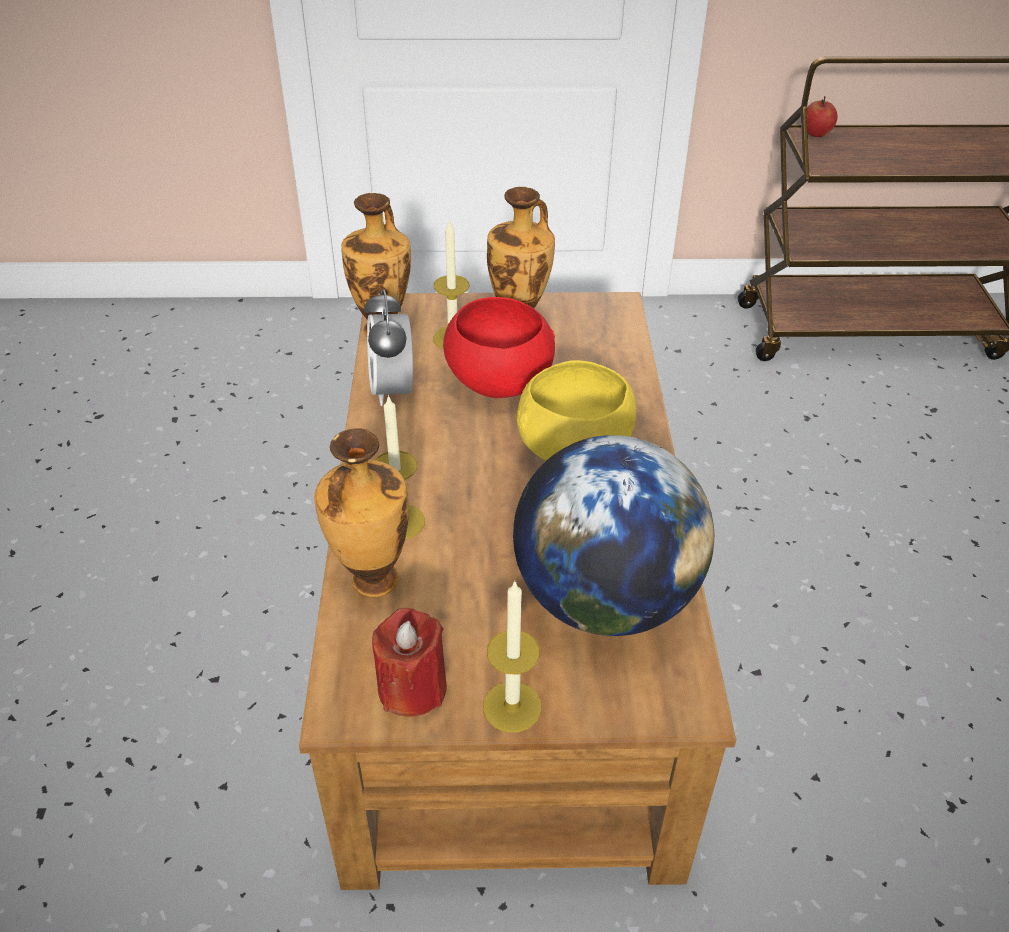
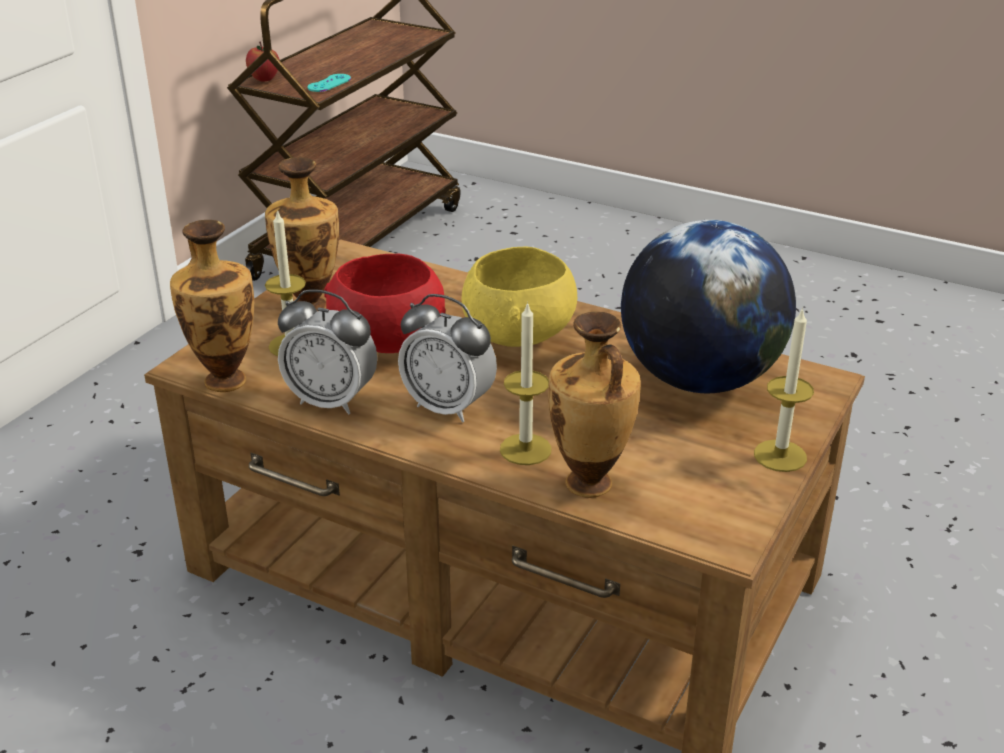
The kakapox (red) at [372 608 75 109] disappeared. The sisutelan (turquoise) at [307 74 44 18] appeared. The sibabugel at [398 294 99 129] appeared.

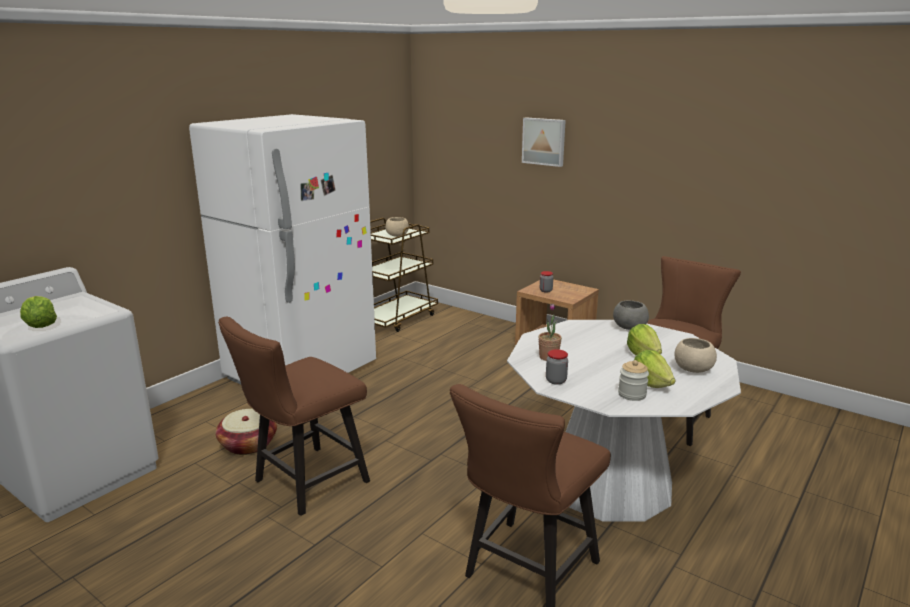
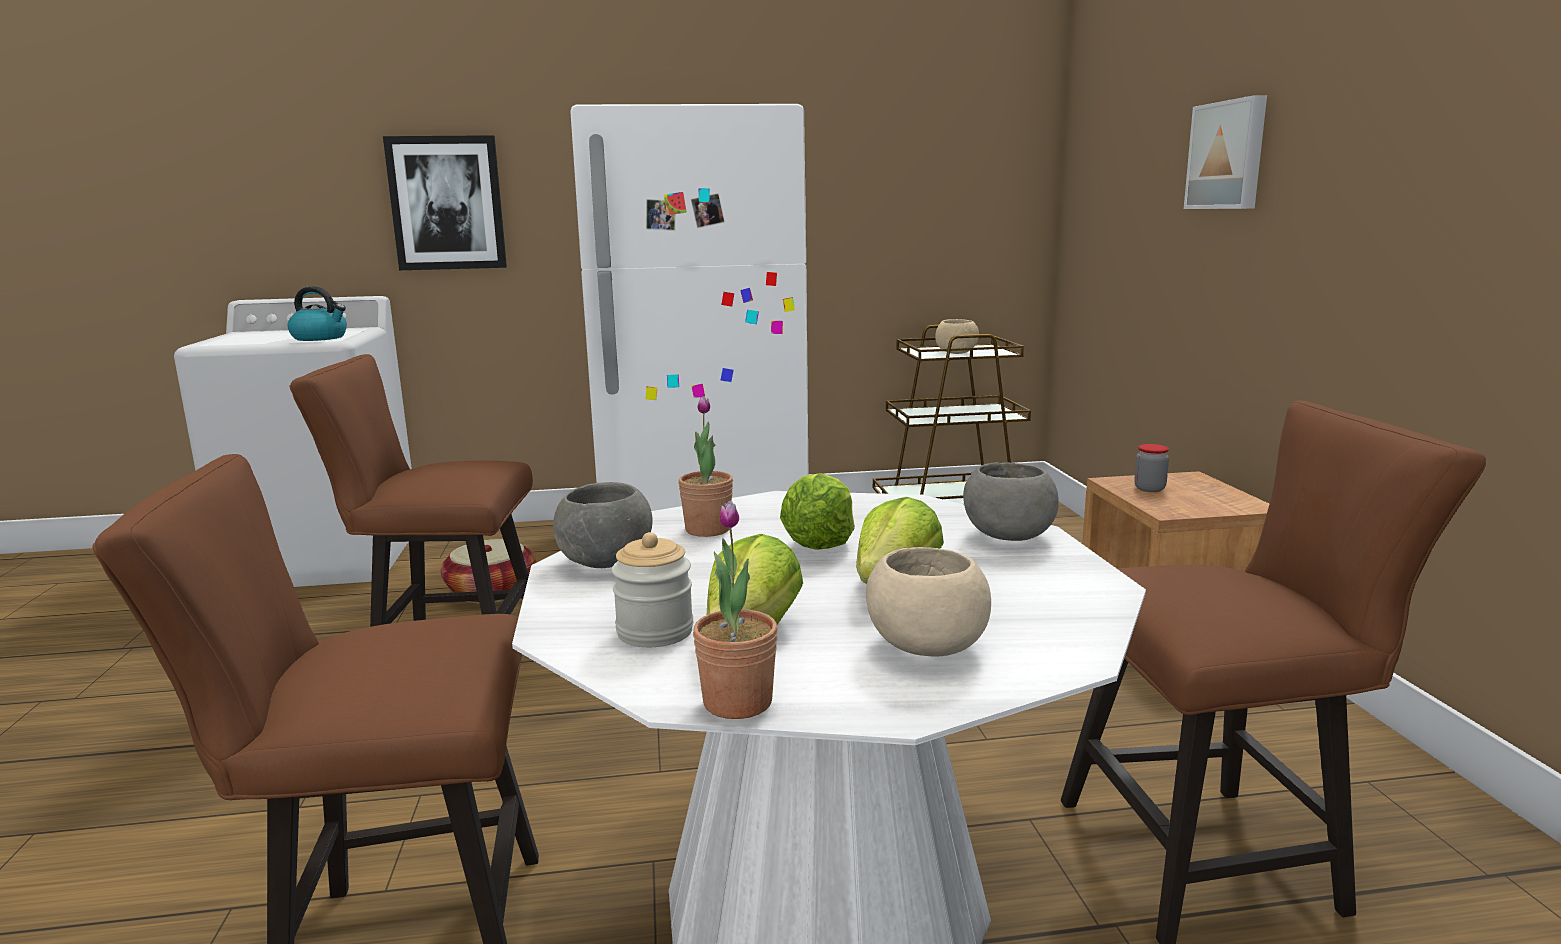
The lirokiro moved from [20 296 37 32] to [780 473 75 77]. The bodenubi at [546 349 22 36] was replaced by the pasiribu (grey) at [553 482 100 86]. The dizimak at [287 286 60 55] appeared. The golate at [383 135 124 135] appeared. The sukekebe at [693 501 85 218] appeared.

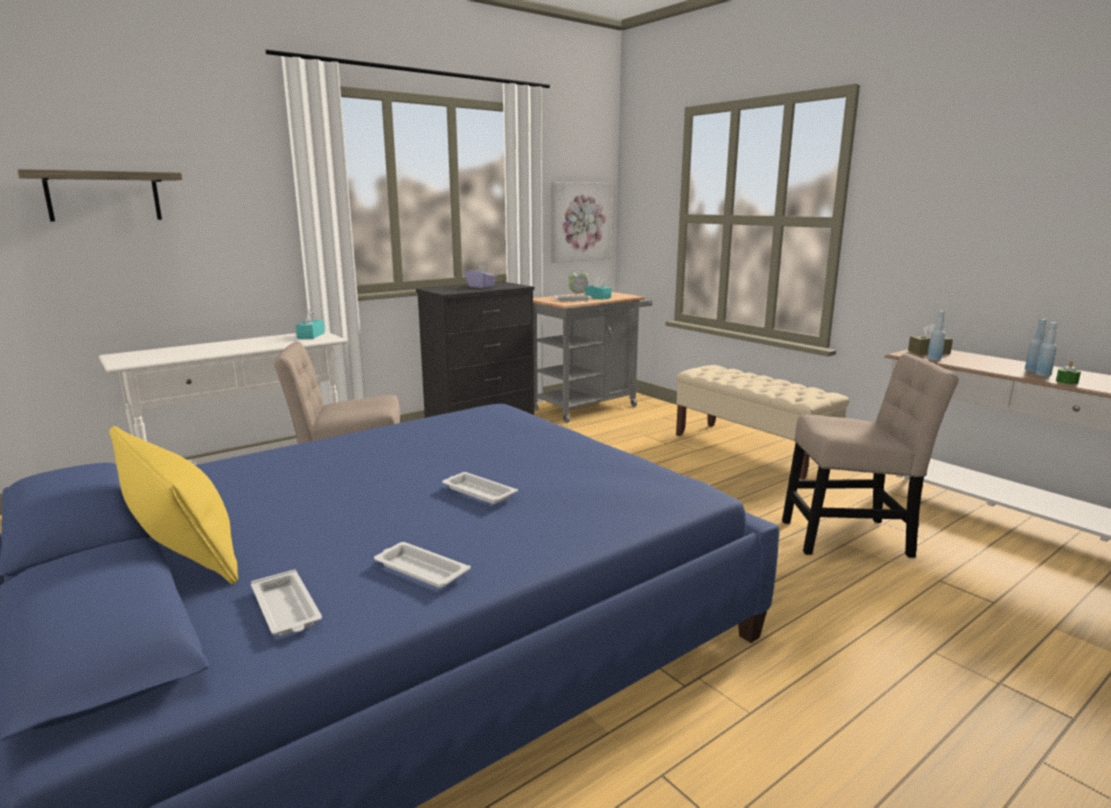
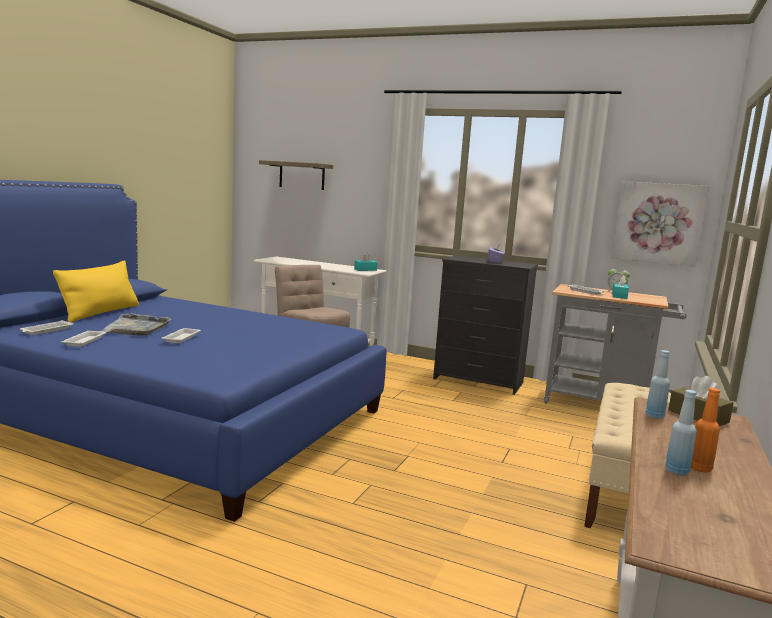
The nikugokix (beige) at [782 353 177 205] disappeared. The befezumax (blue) at [1025 319 22 53] became the befezumax (orange) at [691 388 29 84]. The kakapox (green) at [1056 360 25 24] disappeared. The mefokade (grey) at [101 313 71 23] appeared.

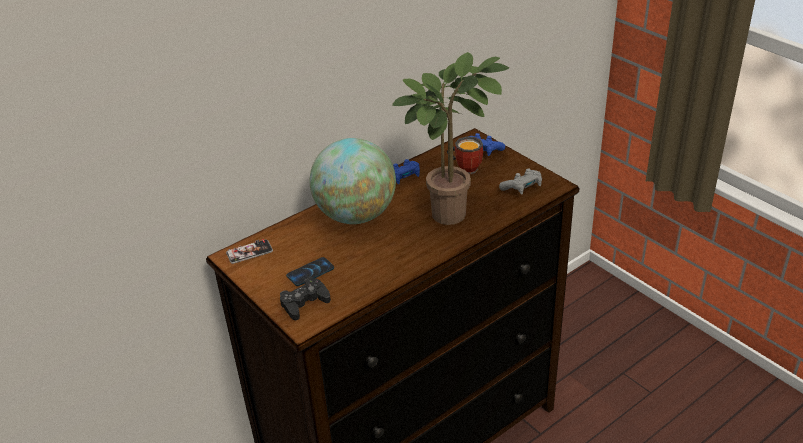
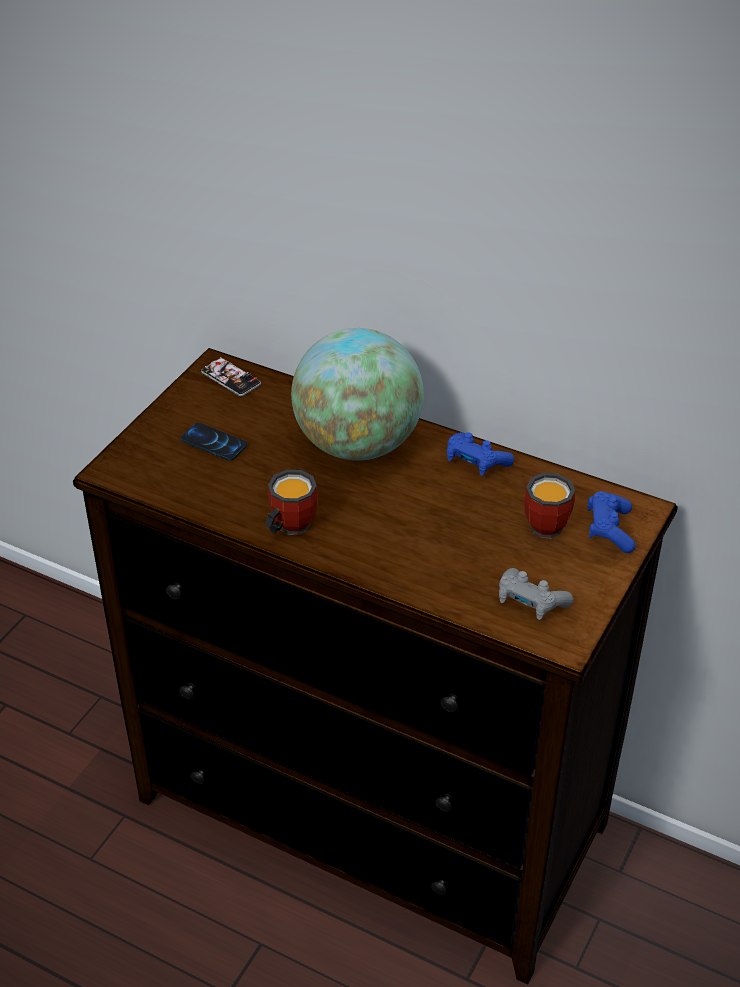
The sisutelan (black) at [280 277 51 43] disappeared. The sukekebe at [392 52 117 173] disappeared. The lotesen at [264 470 54 65] appeared.

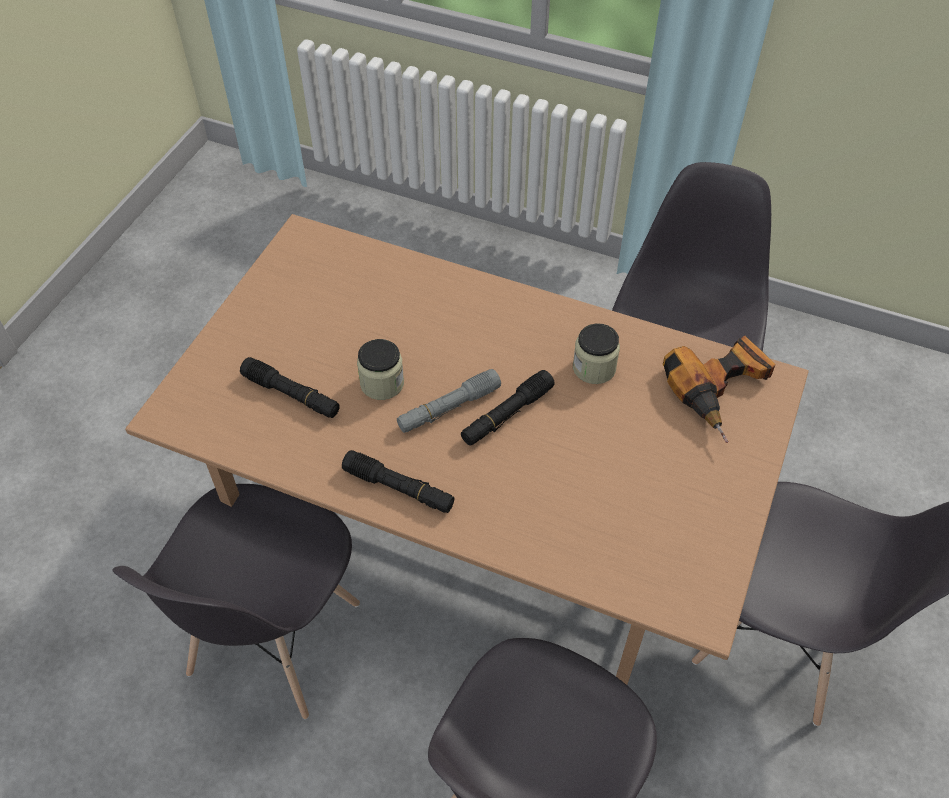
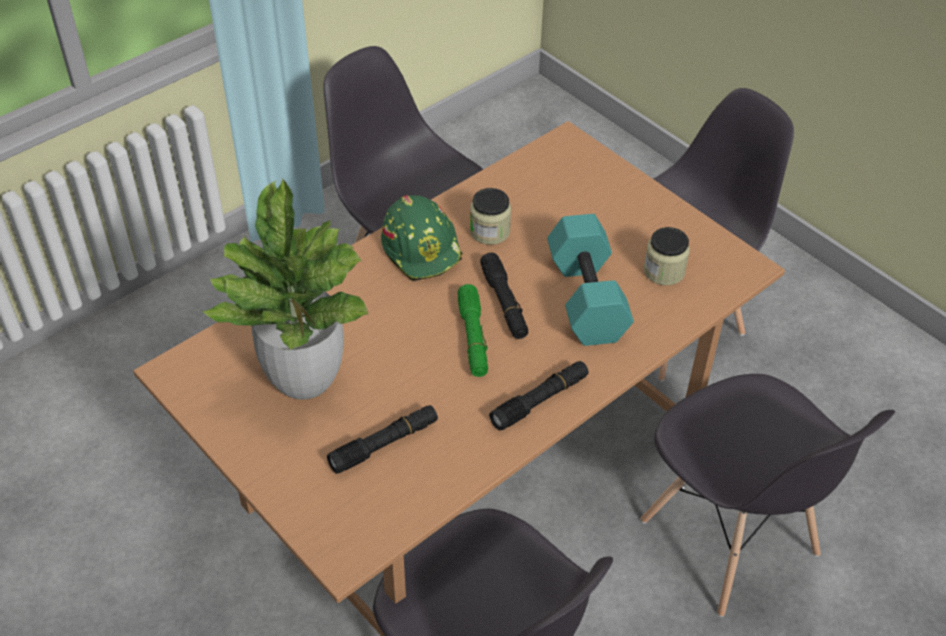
The bodenubi moved from [357 339 47 61] to [644 227 46 58]. The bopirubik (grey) at [397 369 104 64] became the bopirubik (green) at [458 284 30 93]. The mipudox at [663 336 113 107] disappeared. The sukekebe at [202 177 167 223] appeared. The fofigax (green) at [381 195 82 86] appeared. The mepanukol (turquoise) at [547 214 87 132] appeared.

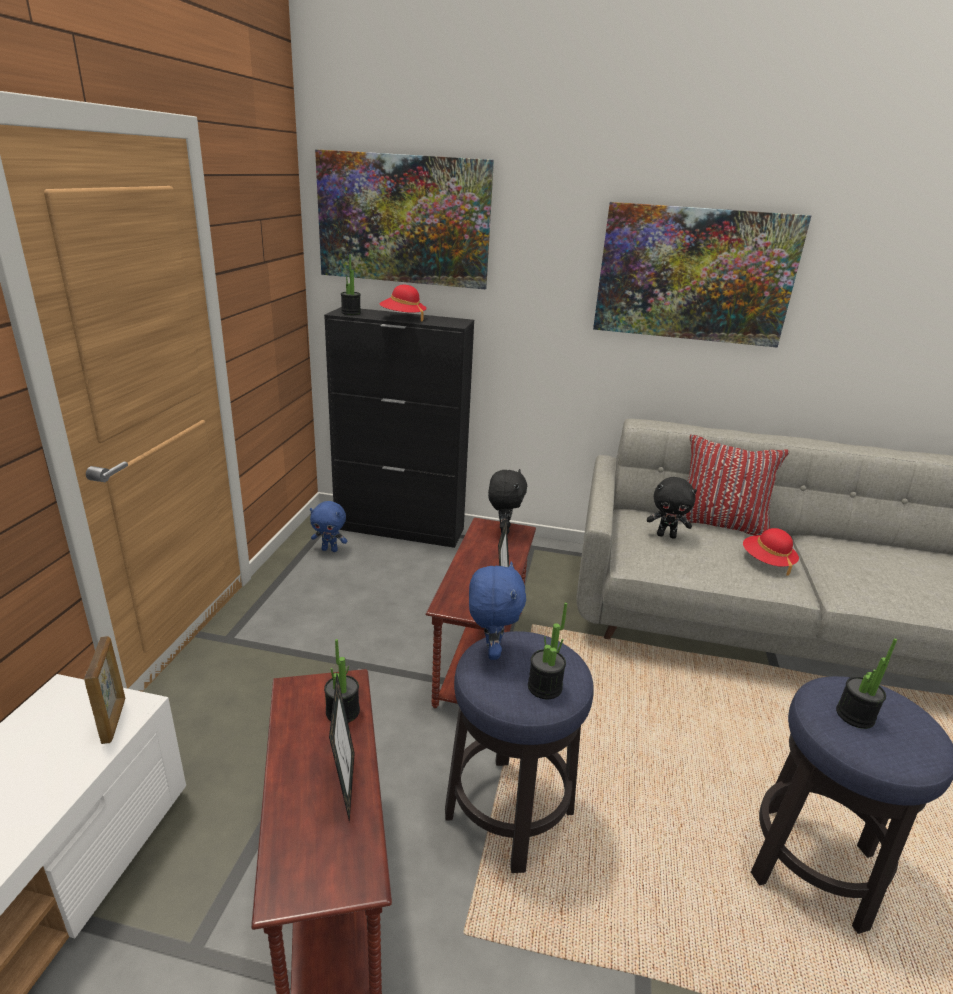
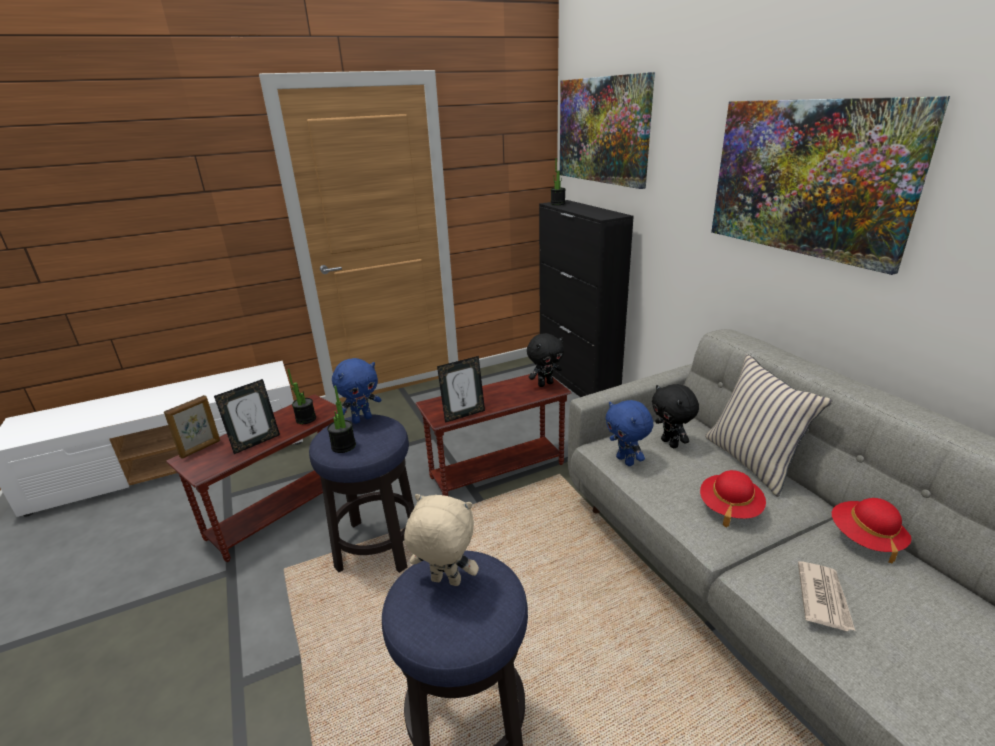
The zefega moved from [84 636 41 108] to [164 395 56 64]. The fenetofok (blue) moved from [310 501 37 51] to [605 400 48 66]. The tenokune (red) moved from [380 285 47 37] to [832 498 79 65]. The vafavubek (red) at [678 435 112 100] became the vafavubek (beige) at [705 354 127 143]. The sukekebe at [836 638 61 91] was replaced by the fenetofok (beige) at [404 494 75 92]. The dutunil at [798 561 57 70] appeared.

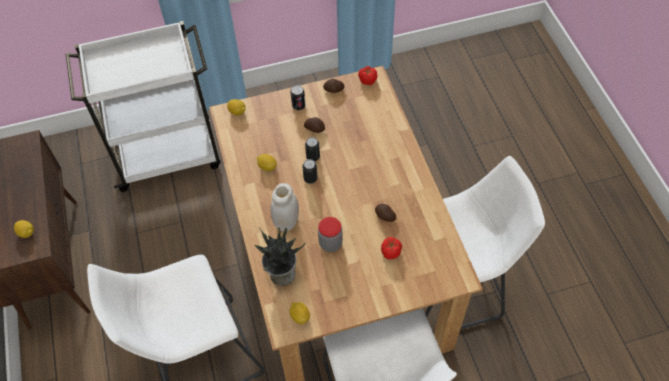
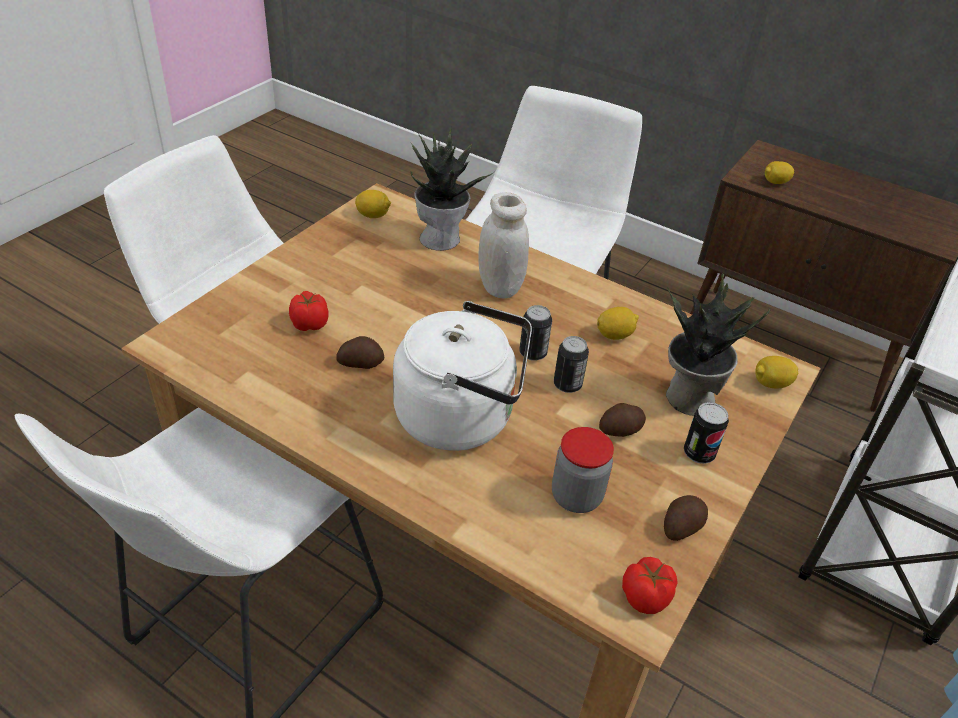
The bodenubi moved from [318 217 25 35] to [552 427 62 86]. The dizimak (white) at [393 301 139 150] appeared. The sukekebe at [666 273 104 143] appeared.

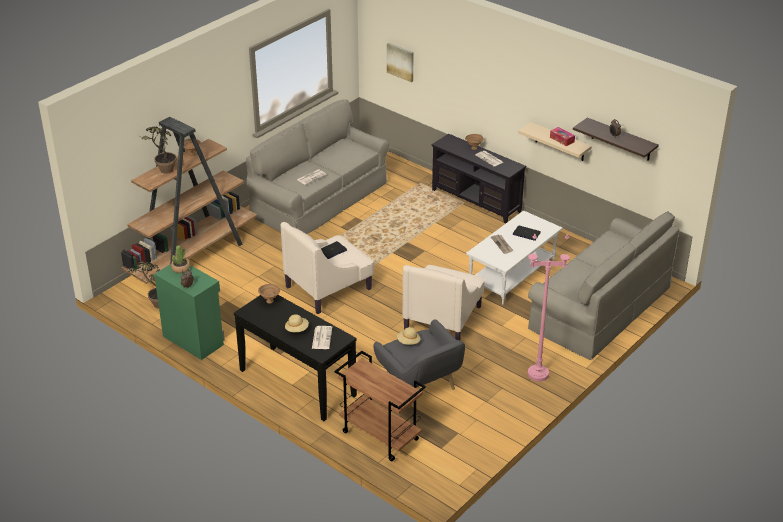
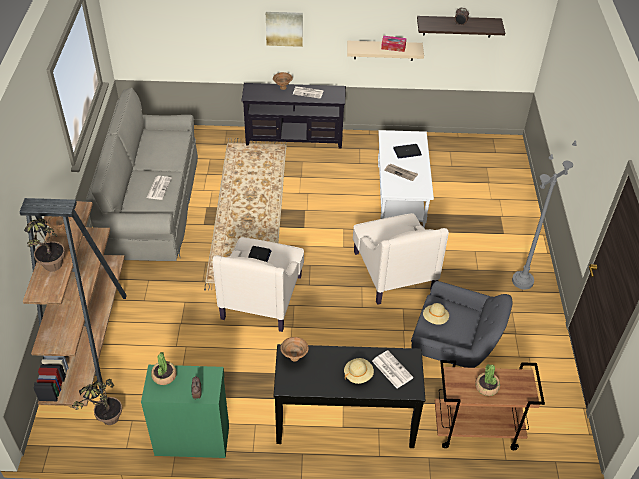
The golate moved from [387 43 27 39] to [266 12 37 35]. The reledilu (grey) at [528 211 152 149] disappeared. The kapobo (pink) at [528 234 42 148] became the kapobo (grey) at [512 141 65 149]. The sukekebe at [475 364 25 32] appeared.

